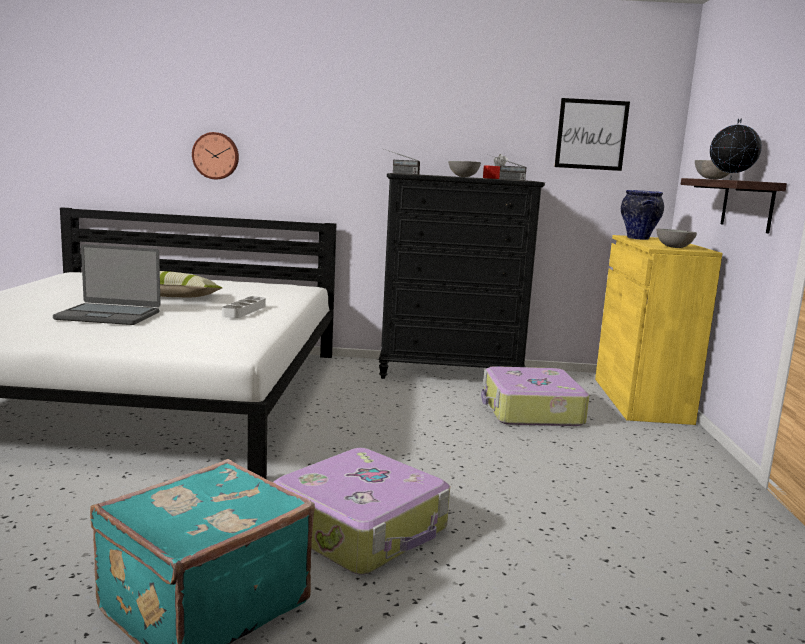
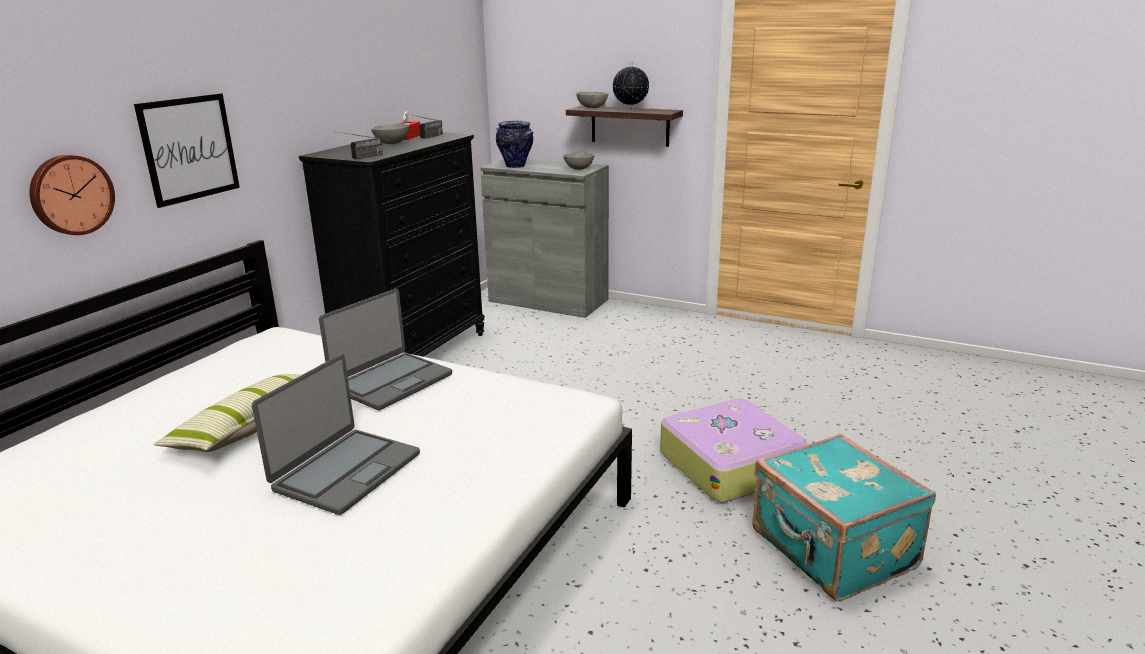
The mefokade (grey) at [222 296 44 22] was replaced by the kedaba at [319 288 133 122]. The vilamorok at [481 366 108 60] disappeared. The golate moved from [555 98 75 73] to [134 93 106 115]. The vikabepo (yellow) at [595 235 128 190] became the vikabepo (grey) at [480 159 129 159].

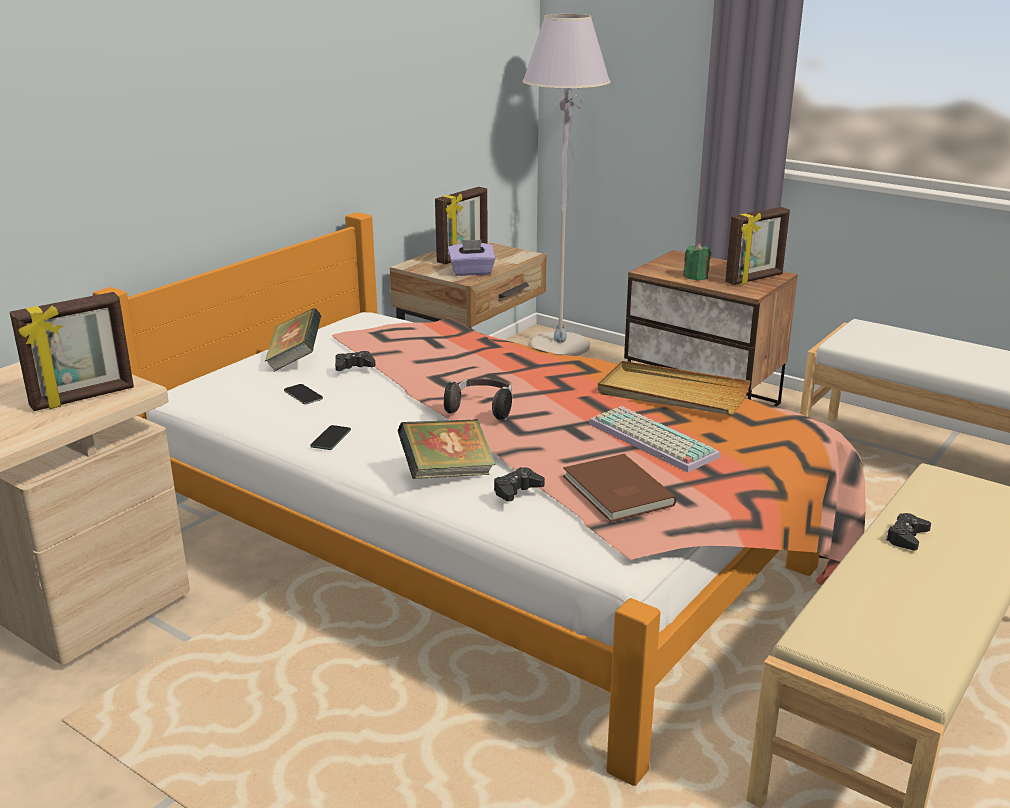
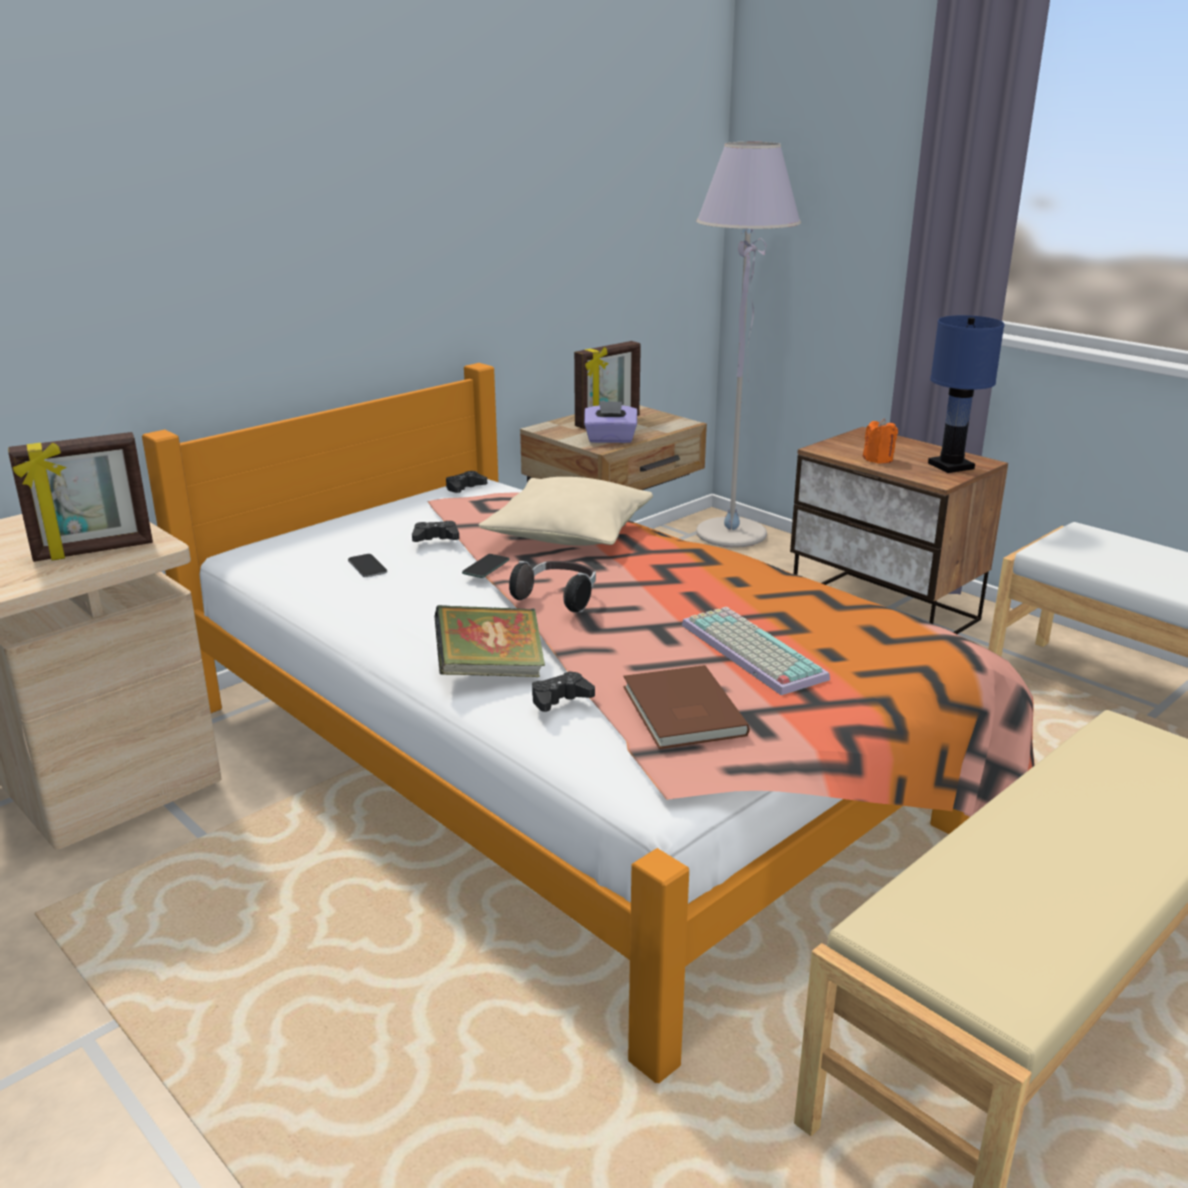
The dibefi at [265 308 56 64] disappeared. The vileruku moved from [310 425 41 25] to [462 554 47 24]. The mefokade (beige) at [598 361 152 54] disappeared. The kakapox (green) at [683 243 28 37] became the kakapox (orange) at [863 418 35 45]. The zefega at [725 207 65 78] was replaced by the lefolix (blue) at [928 315 77 158]. The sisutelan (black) moved from [886 513 45 37] to [446 471 41 22]. The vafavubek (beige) at [479 477 174 69] appeared.

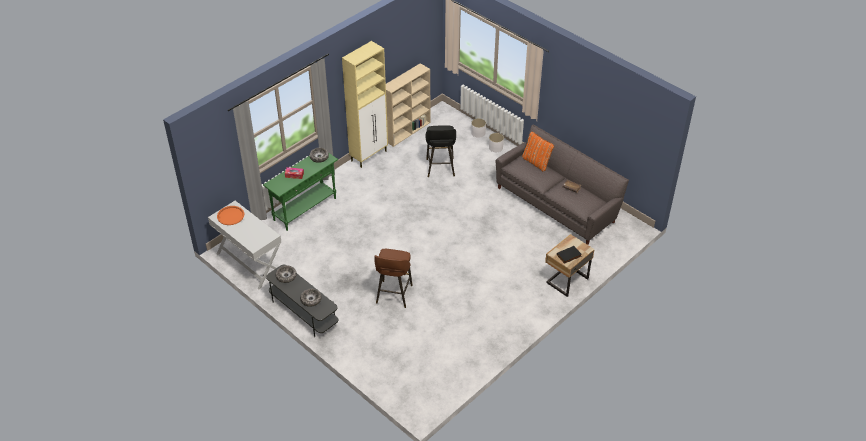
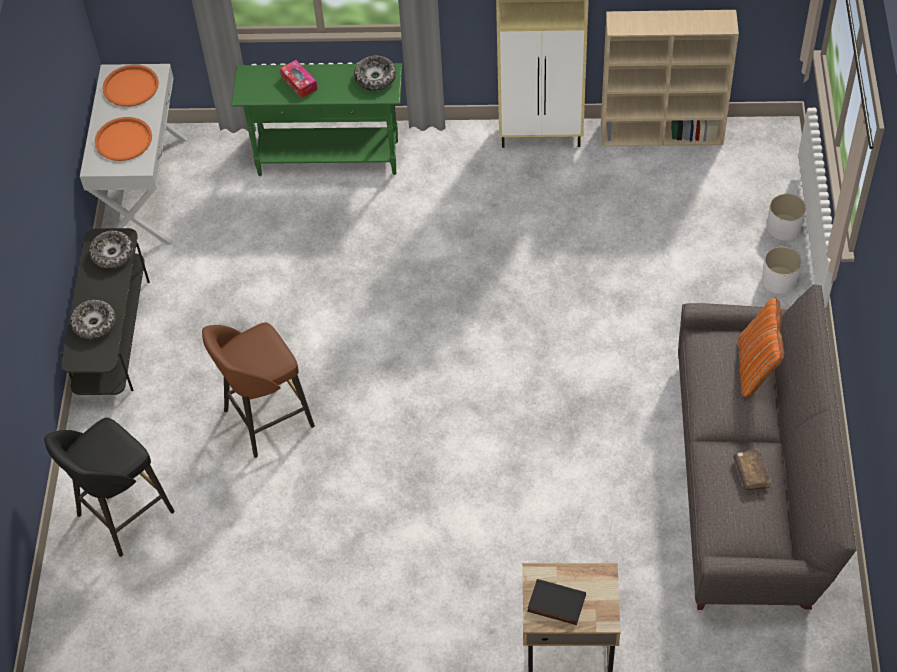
The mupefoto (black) moved from [426 125 30 52] to [44 417 131 140]. The mefokade (orange) at [95 117 57 44] appeared.

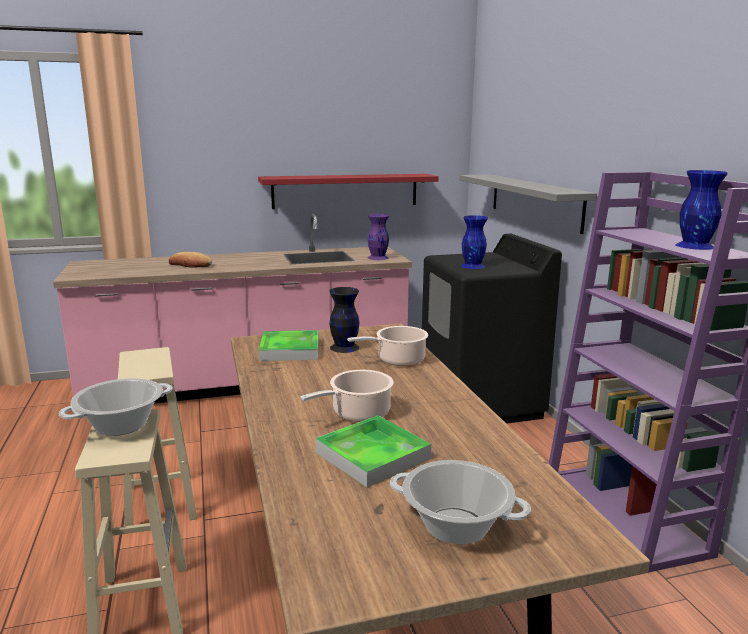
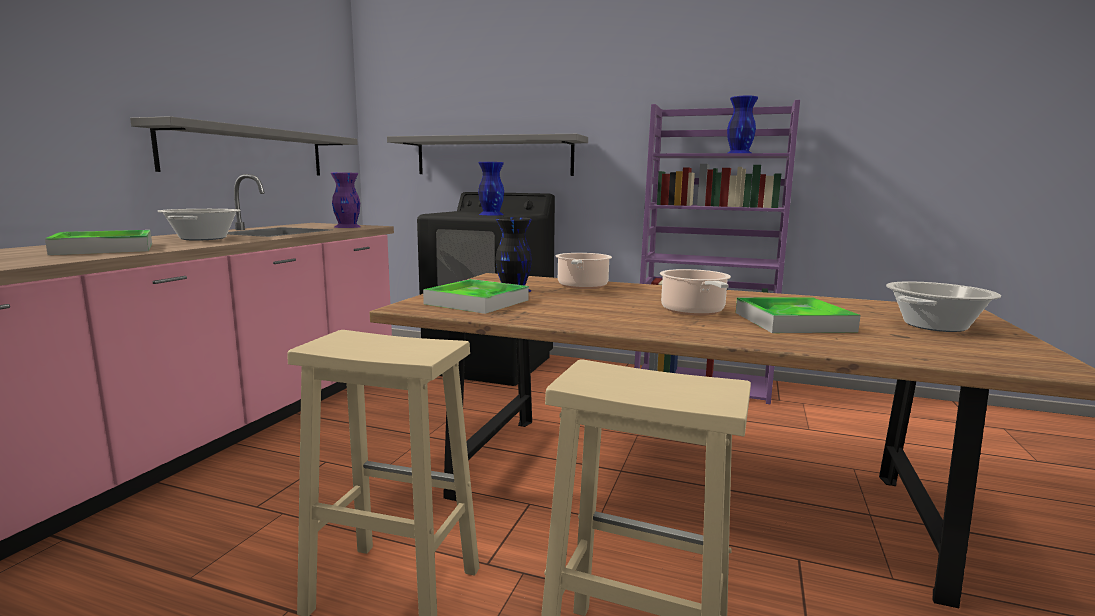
The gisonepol moved from [58 378 115 58] to [157 209 84 31]. The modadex at [169 252 43 16] was replaced by the mefokade at [45 230 107 25]. The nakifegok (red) at [258 174 181 35] became the nakifegok (grey) at [130 116 228 60].

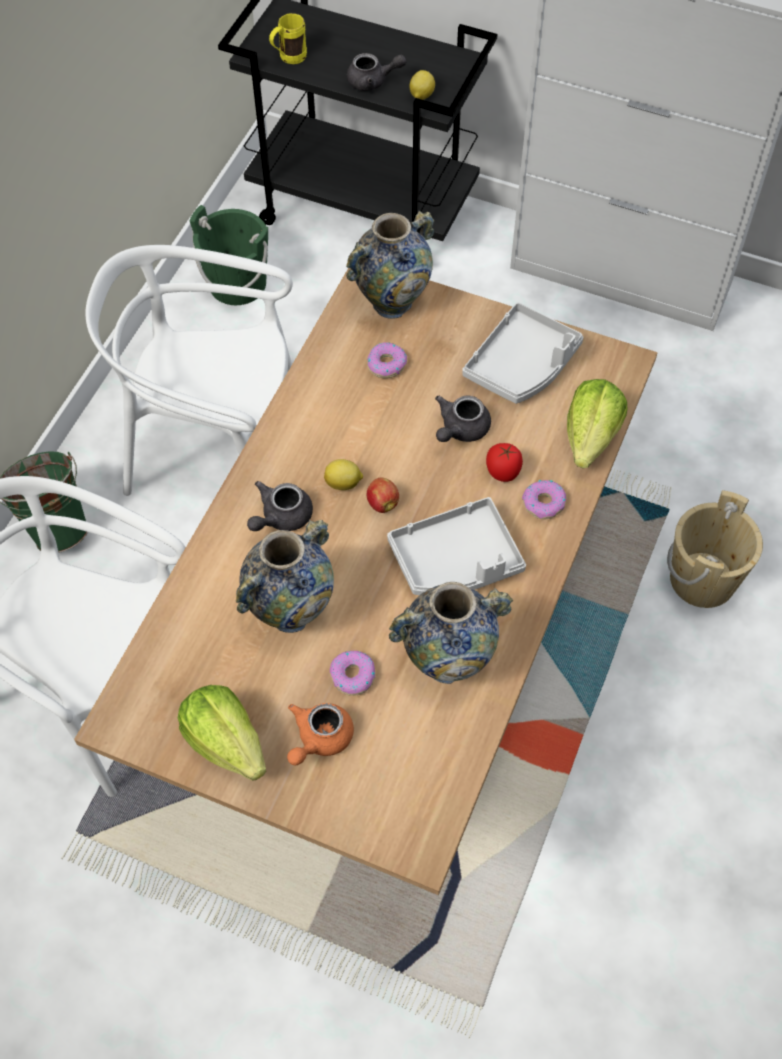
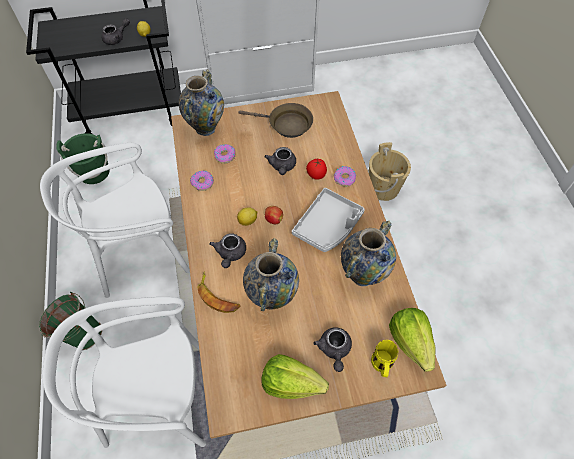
The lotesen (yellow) moved from [269 13 38 51] to [371 340 28 37]. The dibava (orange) at [287 703 67 62] became the dibava (grey) at [313 327 39 45]. The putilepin moved from [330 651 45 45] to [190 171 24 20]. The mefokade (grey) at [462 302 122 102] was replaced by the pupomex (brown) at [238 103 75 35]. The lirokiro moved from [567 379 60 90] to [389 308 46 64]. The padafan at [197 271 43 42] appeared.

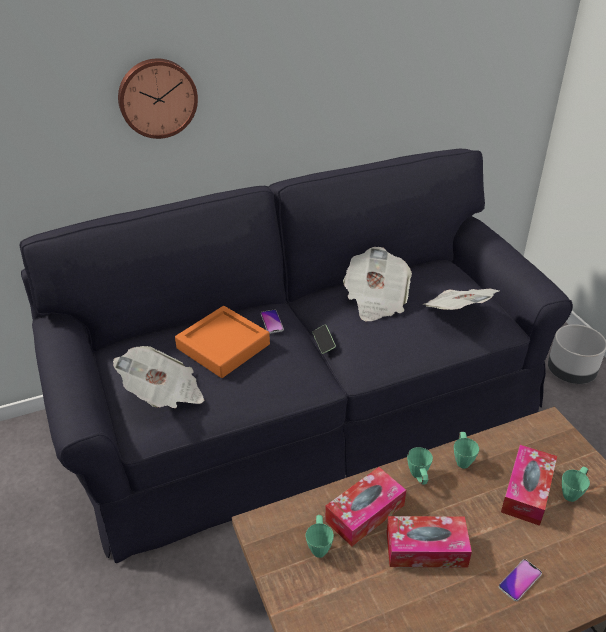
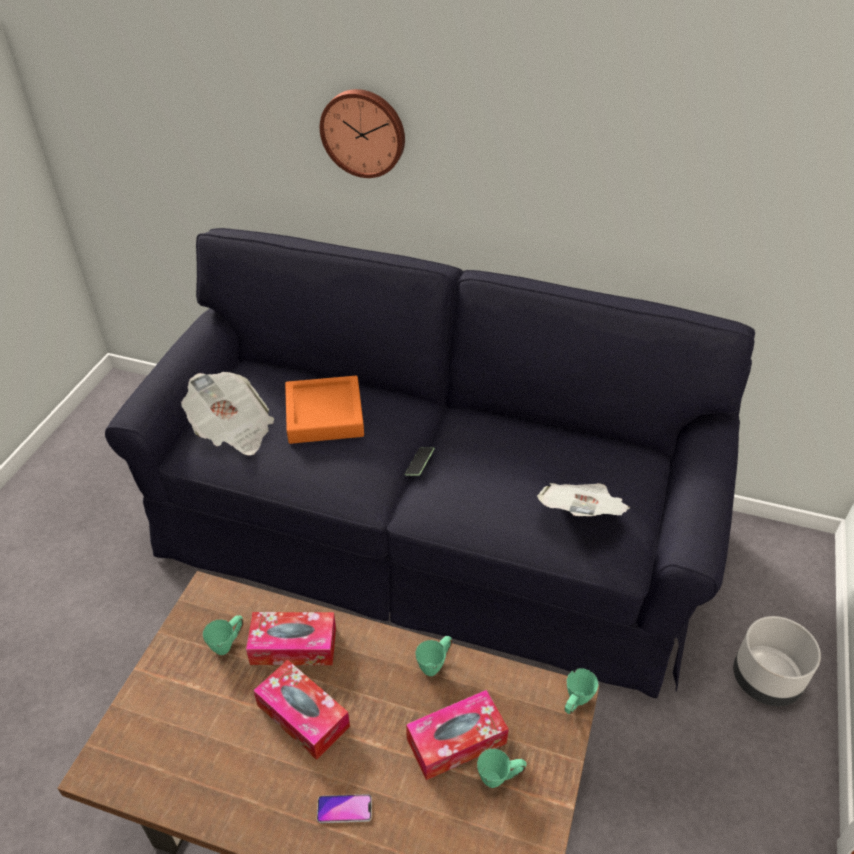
The vileruku at [261 310 23 24] disappeared. The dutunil at [343 247 69 75] disappeared. The lotesen (green) moved from [407 447 26 38] to [564 668 34 46].

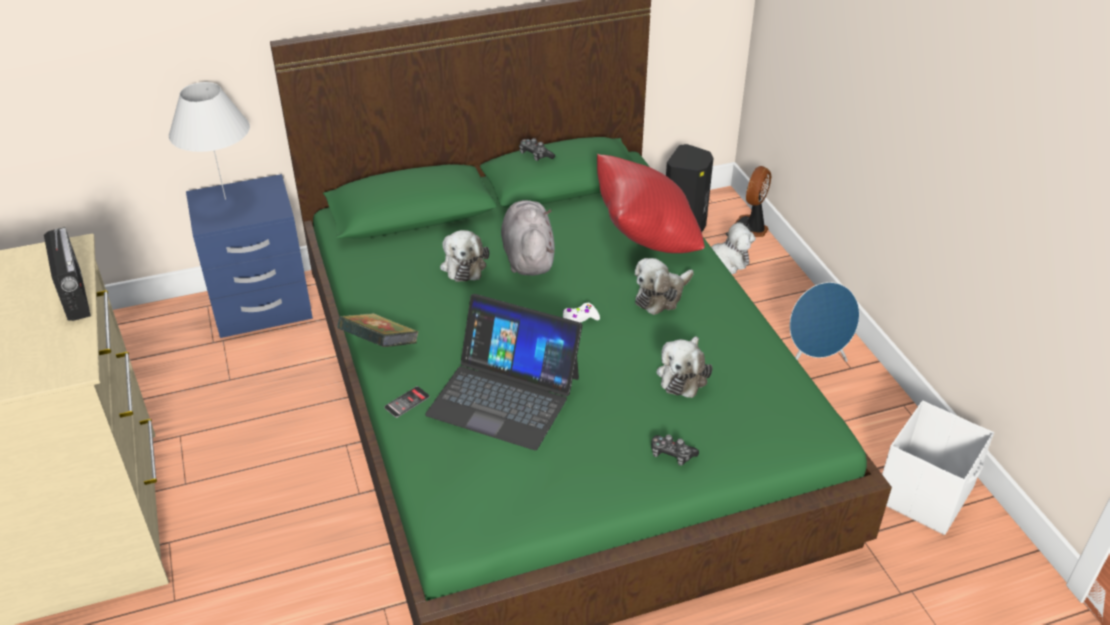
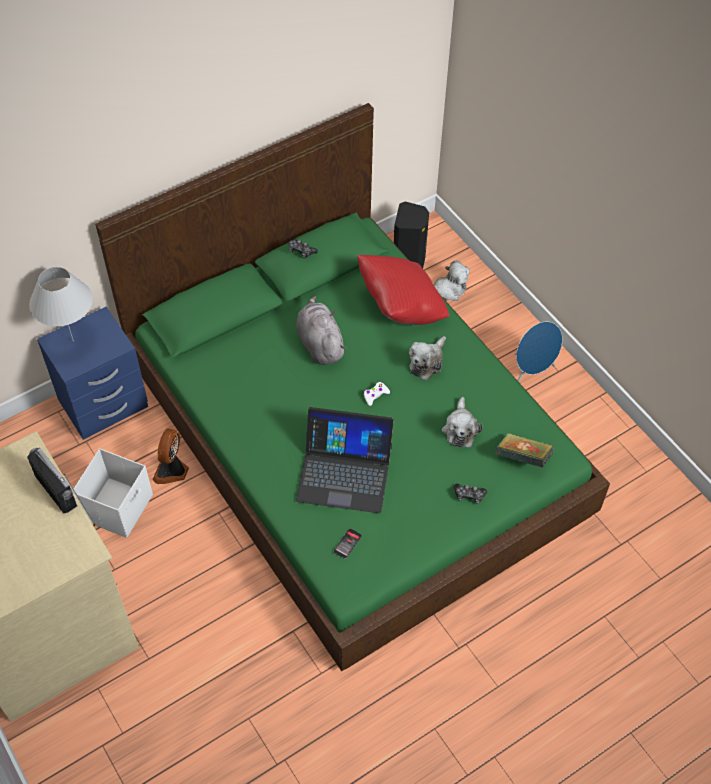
The dibefi moved from [337 313 82 34] to [496 433 58 35]. The vileruku moved from [384 386 46 32] to [333 528 29 31]. The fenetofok at [440 230 49 52] disappeared. The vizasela moved from [735 166 36 71] to [153 428 36 56]. The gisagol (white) moved from [882 401 112 134] to [74 449 79 89].

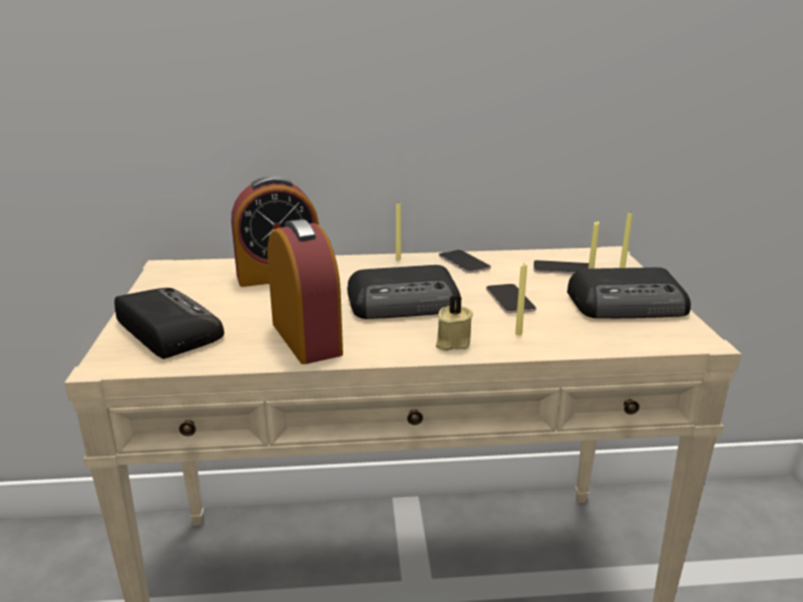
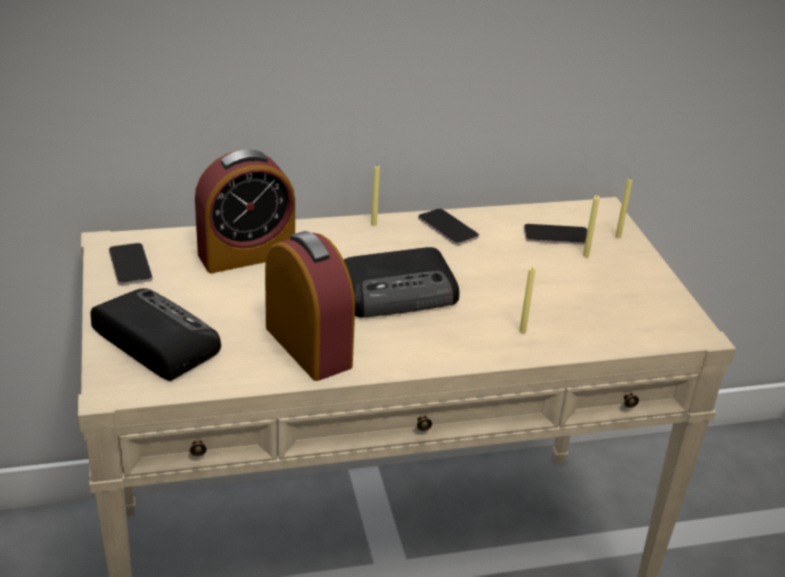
The kakapox (beige) at [436 296 37 55] disappeared. The vileruku moved from [486 284 50 30] to [109 243 44 42]. The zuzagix at [567 267 124 51] disappeared.

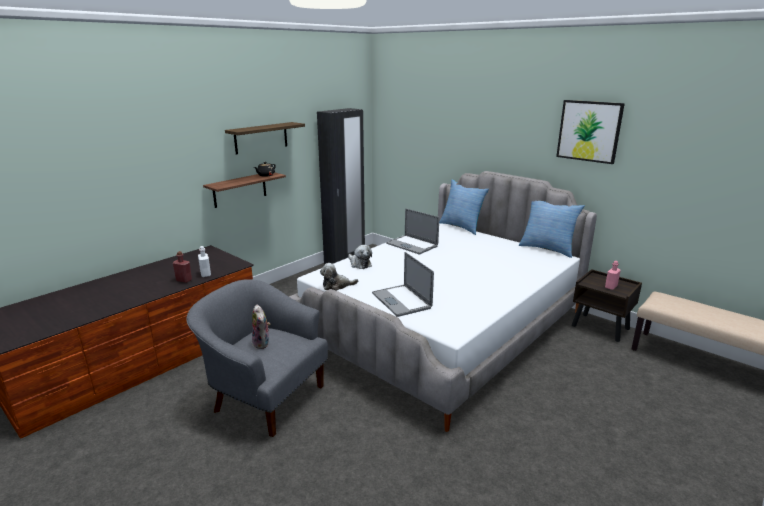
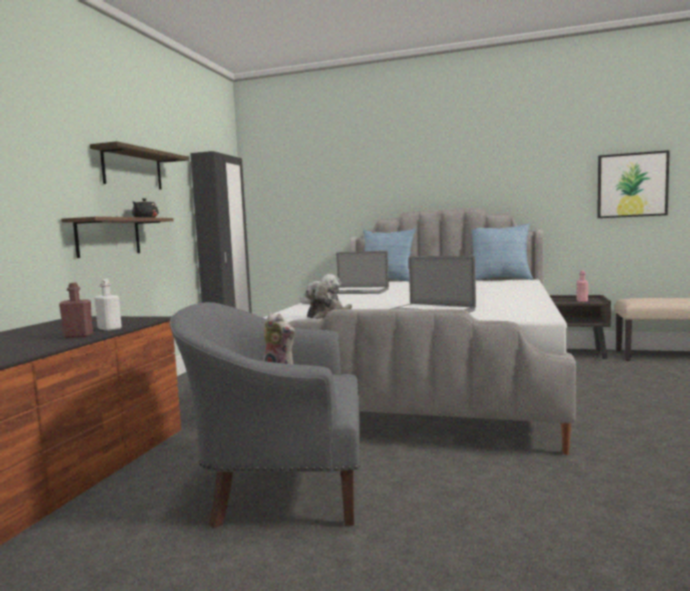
The golate moved from [556 100 69 64] to [597 150 73 68].

